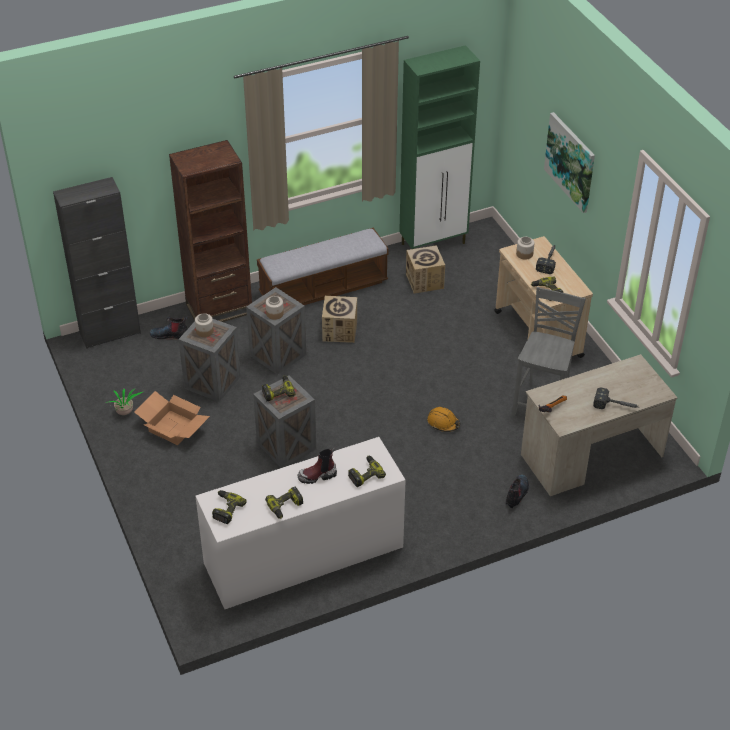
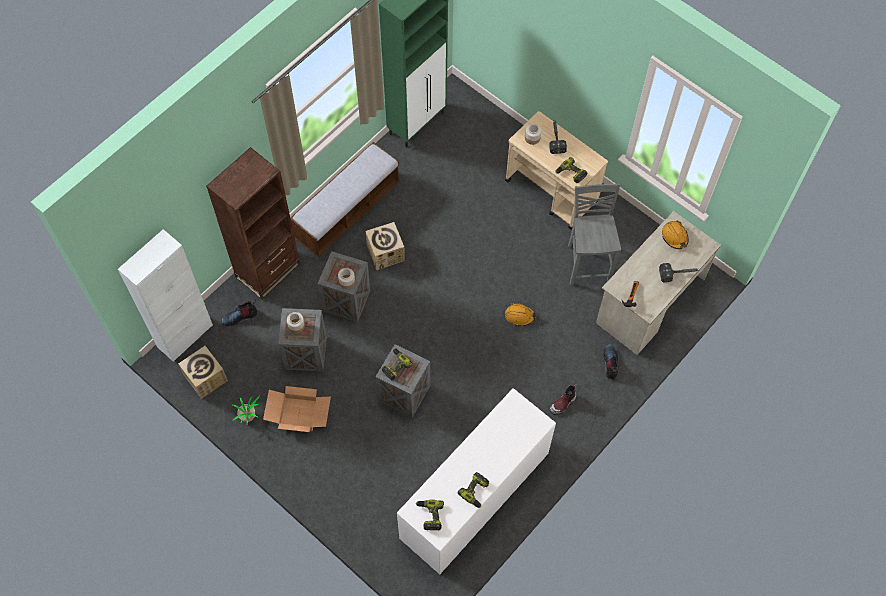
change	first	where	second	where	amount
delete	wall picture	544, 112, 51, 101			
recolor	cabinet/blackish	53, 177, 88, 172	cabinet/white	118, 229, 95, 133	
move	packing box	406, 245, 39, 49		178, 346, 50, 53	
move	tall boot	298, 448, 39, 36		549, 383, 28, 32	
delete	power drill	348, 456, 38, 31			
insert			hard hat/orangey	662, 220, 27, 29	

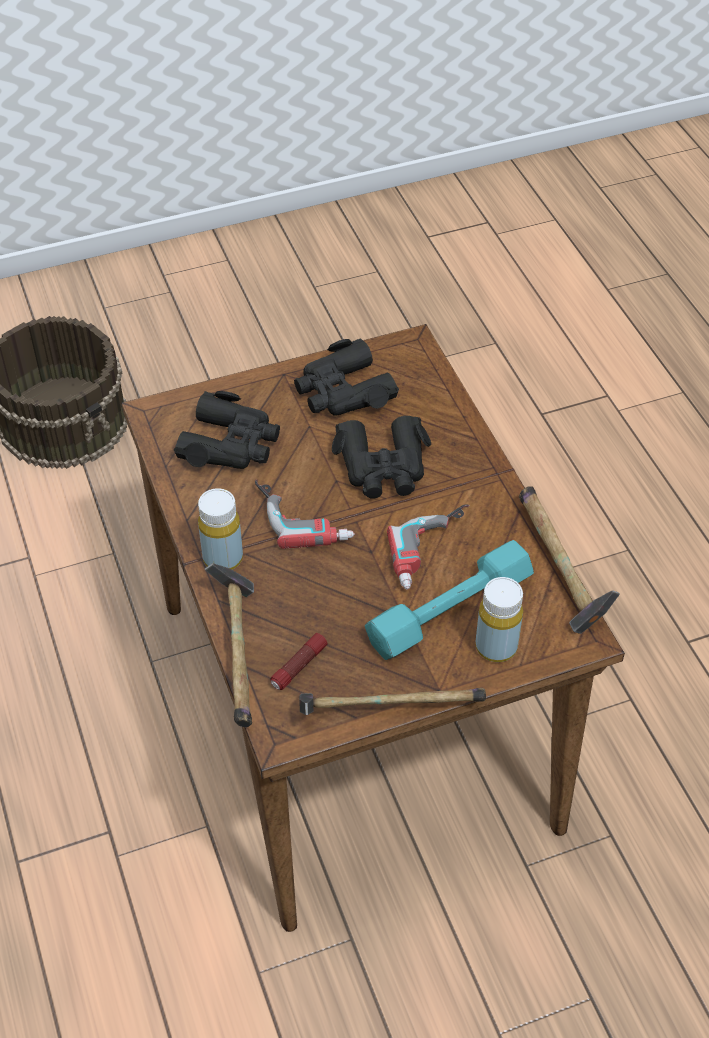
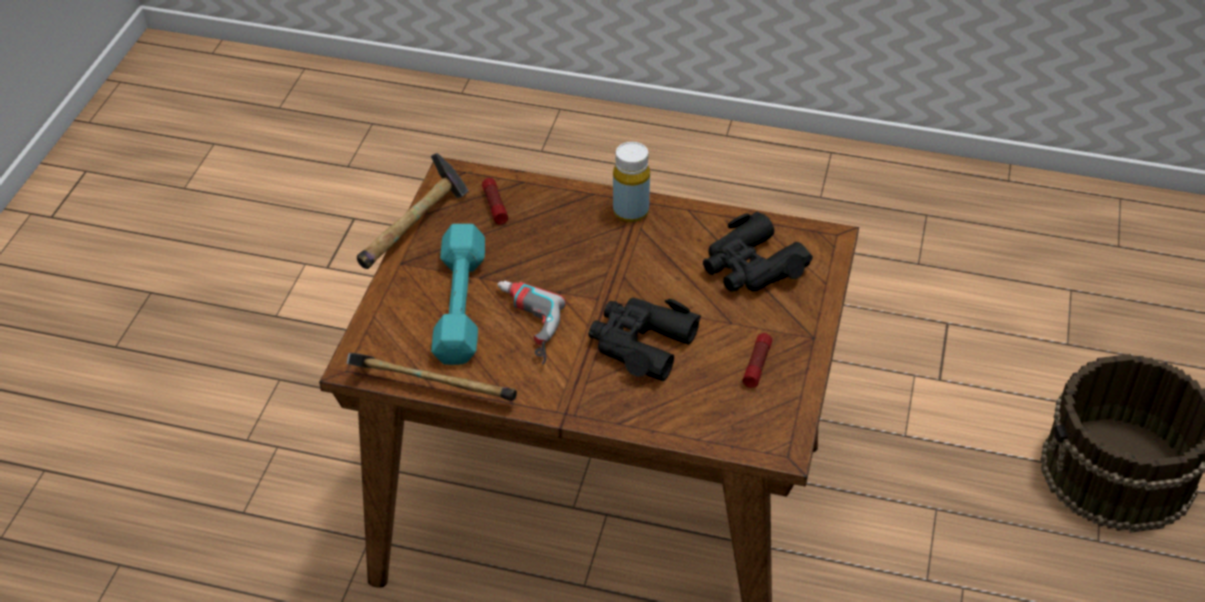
change	first	where	second	where	amount
replace	field glasses/blackish	294, 338, 105, 78	hand torch	742, 333, 30, 55	
delete	power drill	255, 479, 100, 70			
delete	tool hammer	205, 563, 49, 164			
delete	bottle/yellow	475, 577, 48, 85			

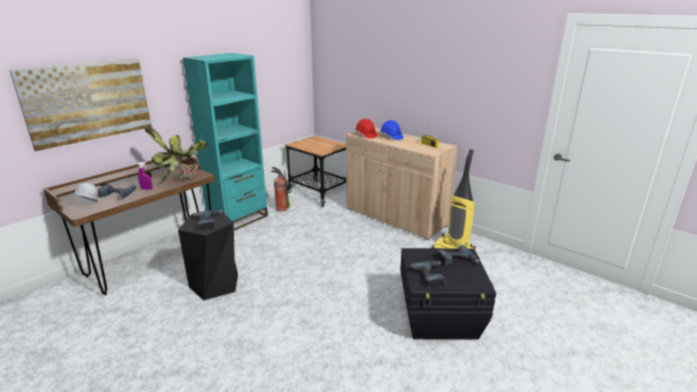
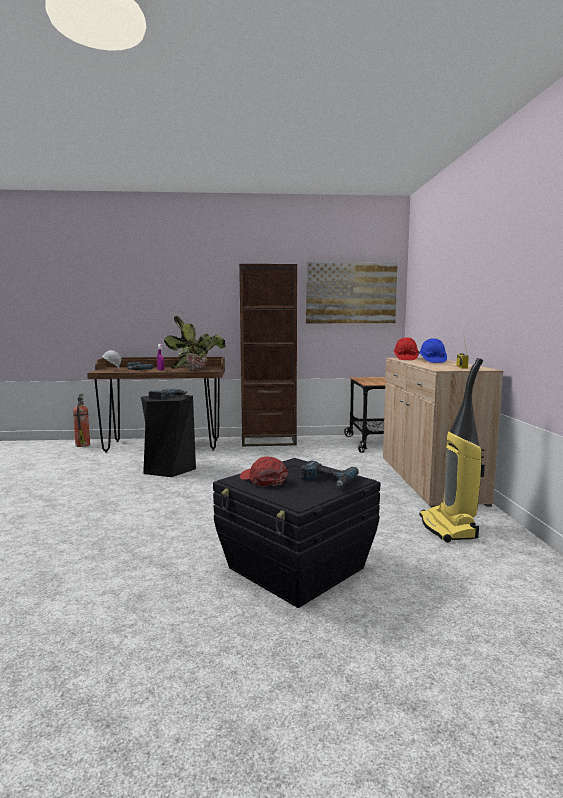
change	first	where	second	where	amount
recolor	bookcase/blue-green	183, 53, 85, 177	bookcase/brownish	239, 264, 58, 182	
move	wall picture	9, 58, 143, 93		306, 262, 92, 61	
move	fire-fighting cylinder	271, 167, 19, 45		73, 394, 17, 53	
replace	power drill	409, 261, 36, 27	baseball cap/reddish	240, 456, 48, 31	

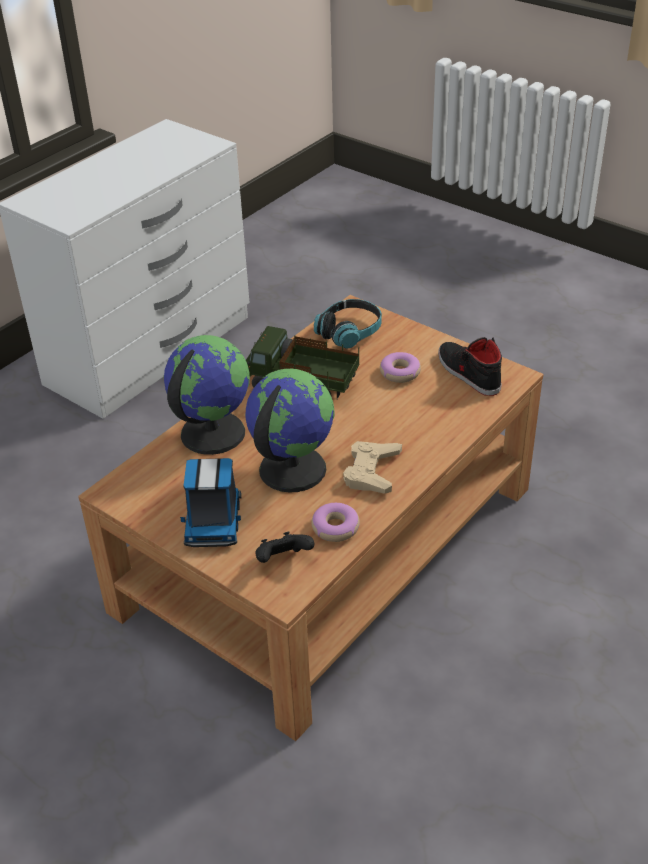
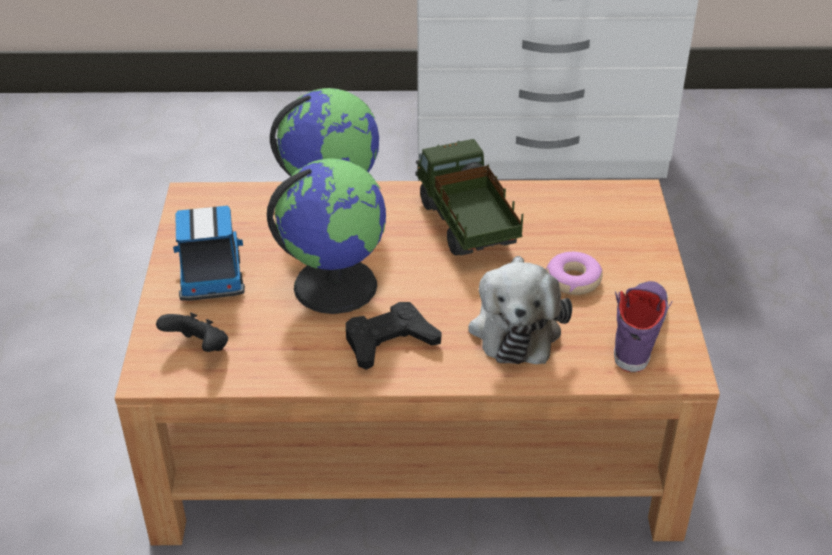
change	first	where	second	where	amount
delete	headphones	314, 299, 68, 50			
recolor	item of footwear/blackish	438, 337, 64, 59	item of footwear/purple-coloured	614, 281, 58, 91	
recolor	gamepad/beige-coloured	343, 441, 59, 53	gamepad/blackish	346, 302, 95, 68	
rotate	toy truck	180, 458, 61, 89		173, 206, 72, 95	120 degrees clockwise
delete	donut	311, 503, 49, 39			
insert			plush toy	468, 256, 104, 108	

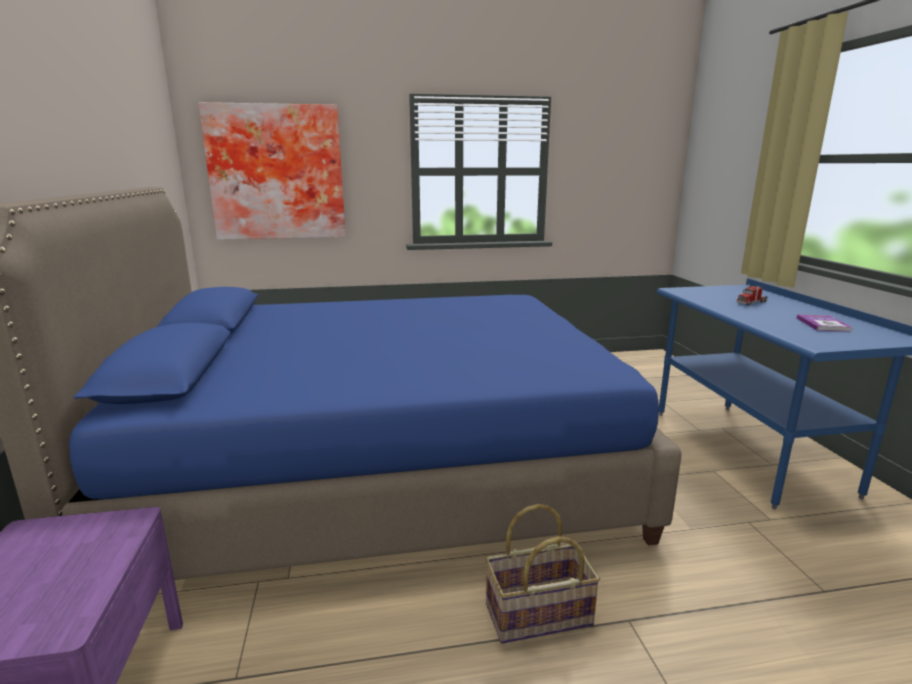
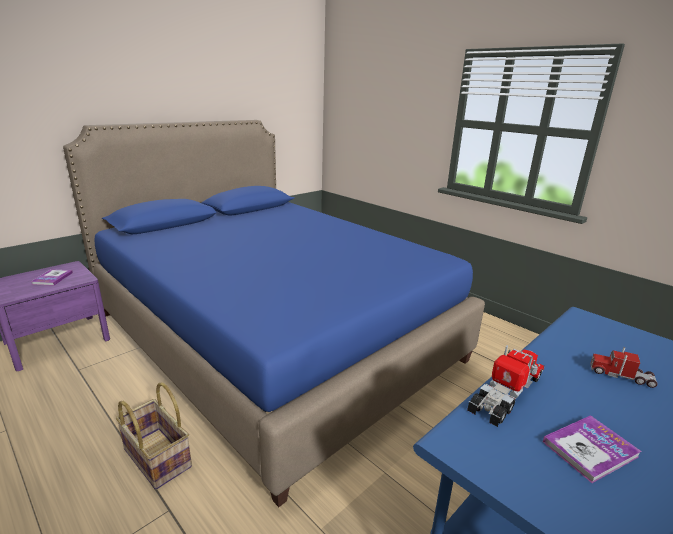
change	first	where	second	where	amount
delete	wall picture	199, 102, 147, 138			
insert			bound book	31, 269, 42, 17	
insert			toy truck	467, 345, 77, 82	

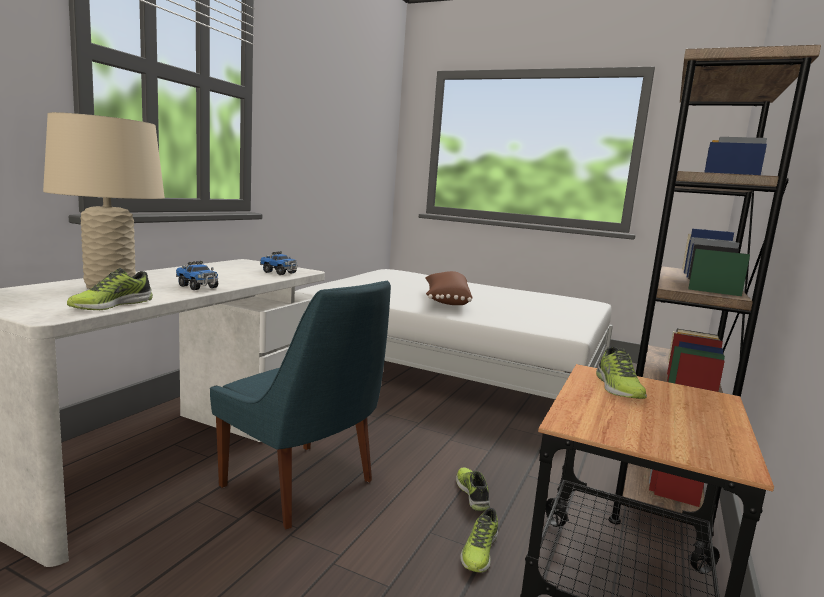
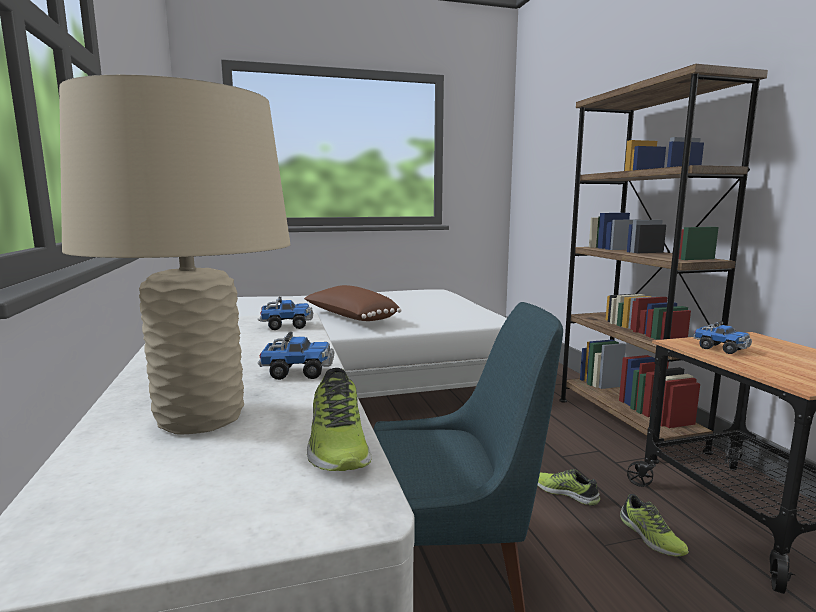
change	first	where	second	where	amount
replace	item of footwear	596, 347, 51, 52	toy truck	693, 321, 59, 33	

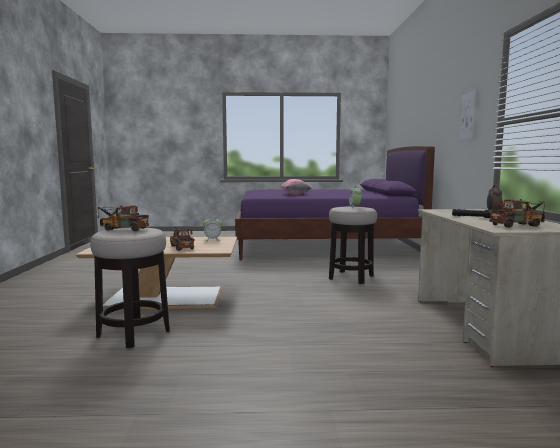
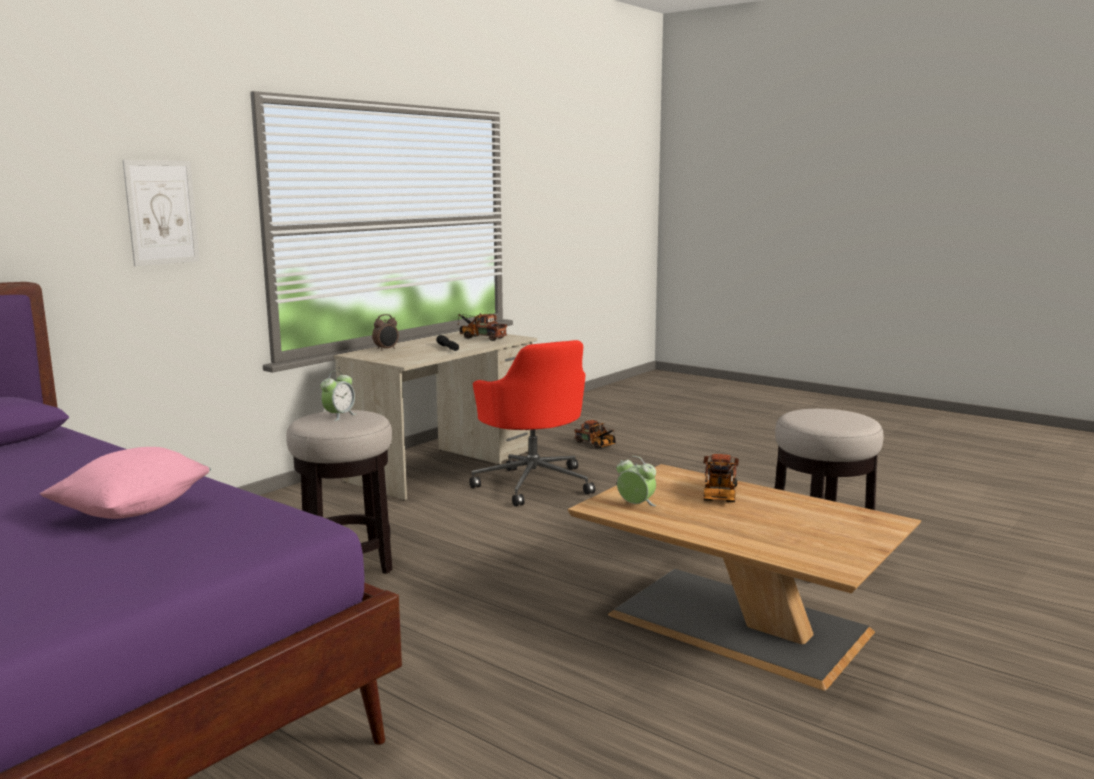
change	first	where	second	where	amount
move	toy truck	97, 205, 52, 26		574, 420, 41, 29	
insert			office chair/reddish	469, 340, 126, 166	

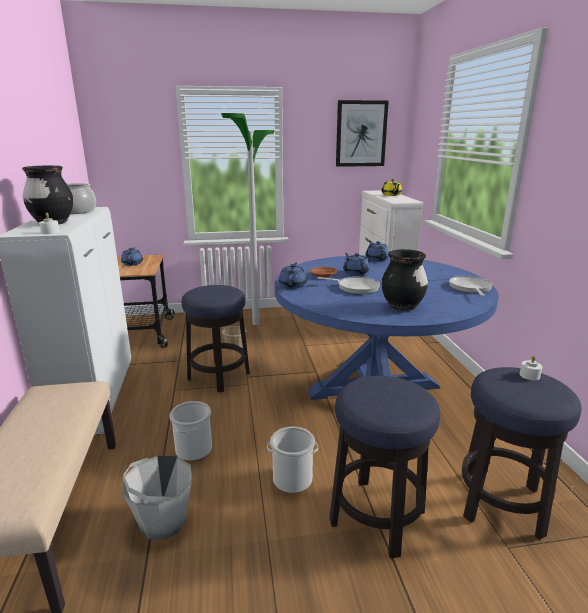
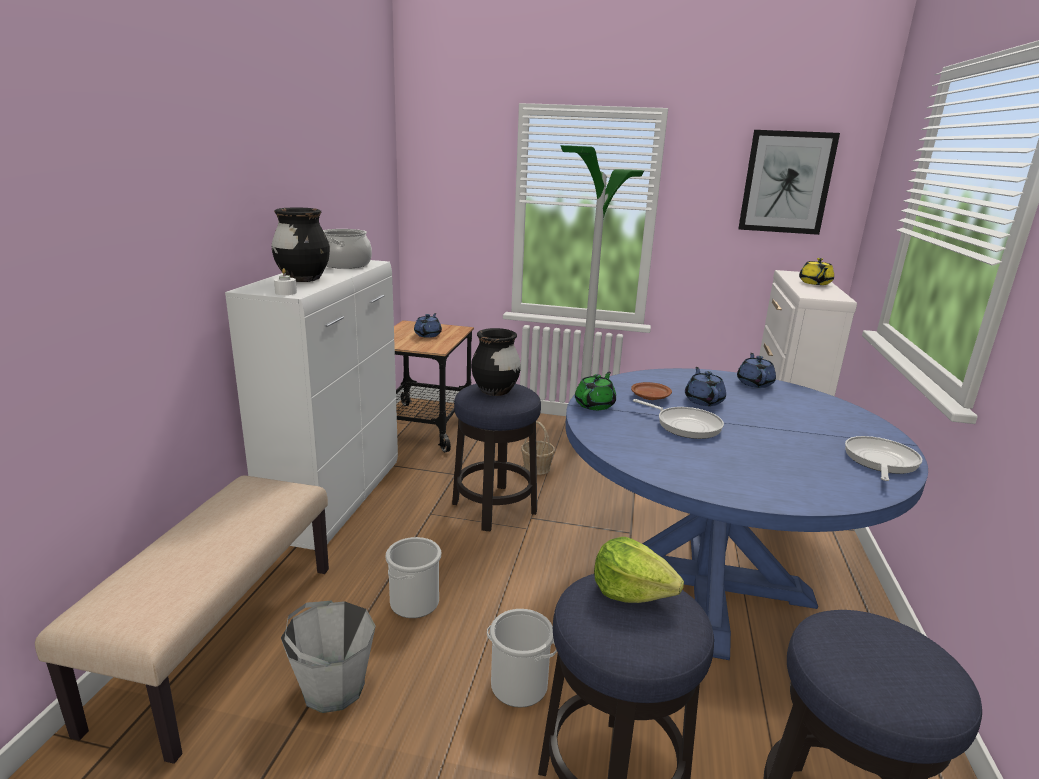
change	first	where	second	where	amount
move	flower vase/blackish	382, 249, 46, 62		471, 328, 50, 68	
recolor	teapot/blue-coloured	279, 263, 28, 26	teapot/green	575, 372, 41, 38	
delete	candle/white	520, 356, 22, 24			
insert			lettuce	594, 537, 90, 66	

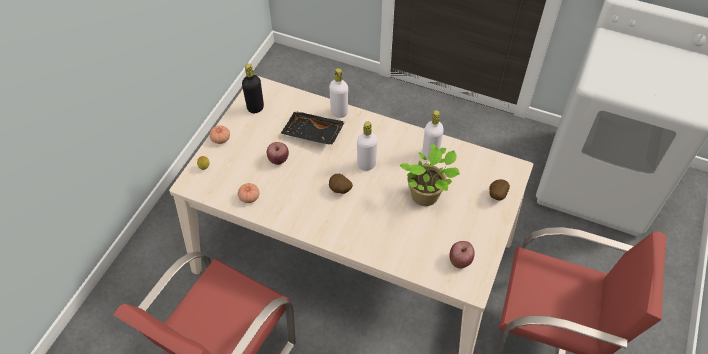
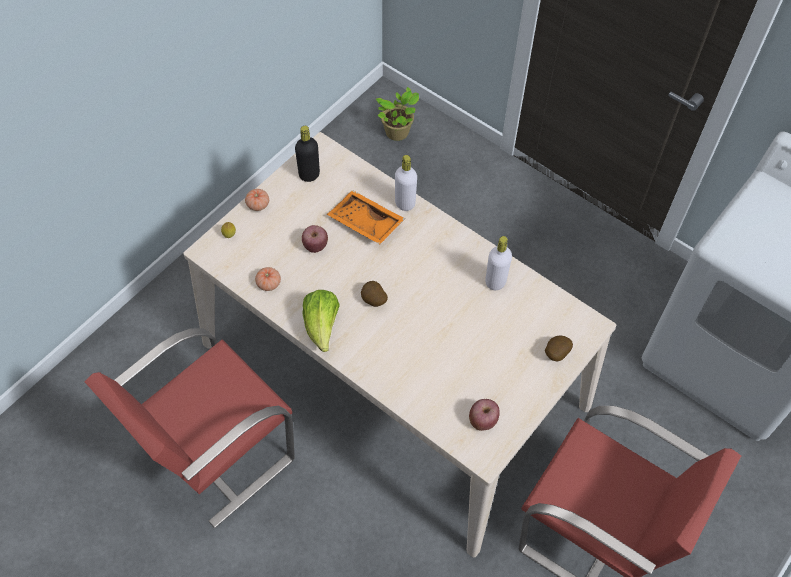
change	first	where	second	where	amount
recolor	serving tray/blackish	281, 111, 64, 34	serving tray/orangey	327, 190, 78, 54	
delete	bottle/white	357, 122, 21, 49			
move	plant in a pot	399, 143, 61, 63		376, 87, 43, 54	
insert			lettuce	302, 290, 38, 62	

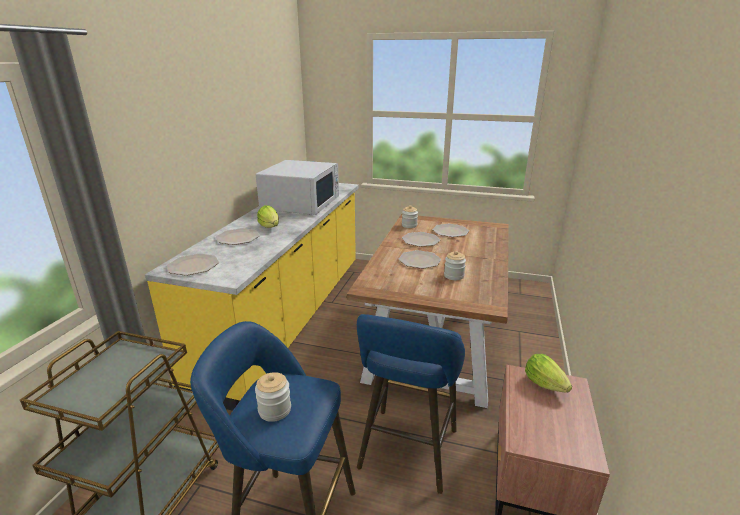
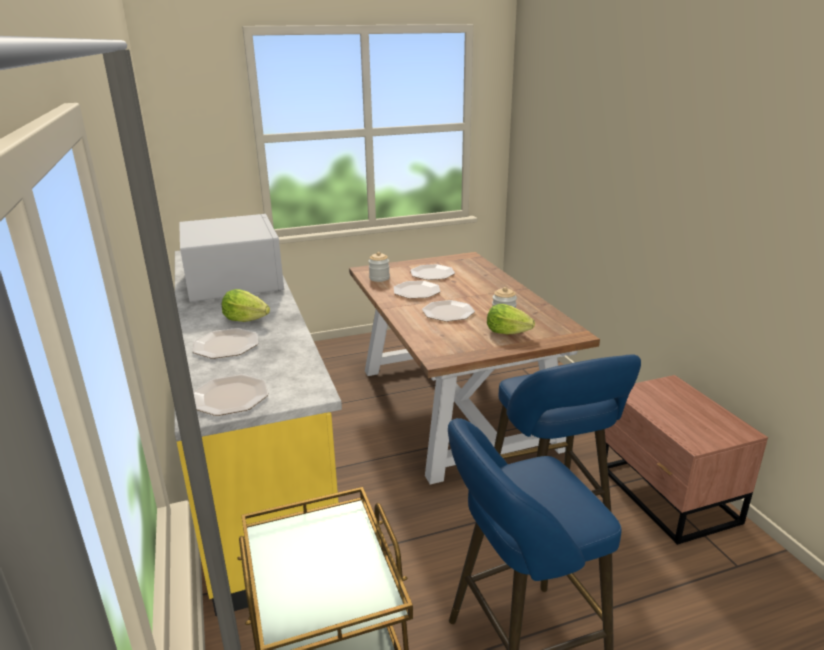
change	first	where	second	where	amount
move	lettuce	525, 354, 47, 39		487, 304, 48, 31	
delete	preserve jar	255, 372, 36, 50			

